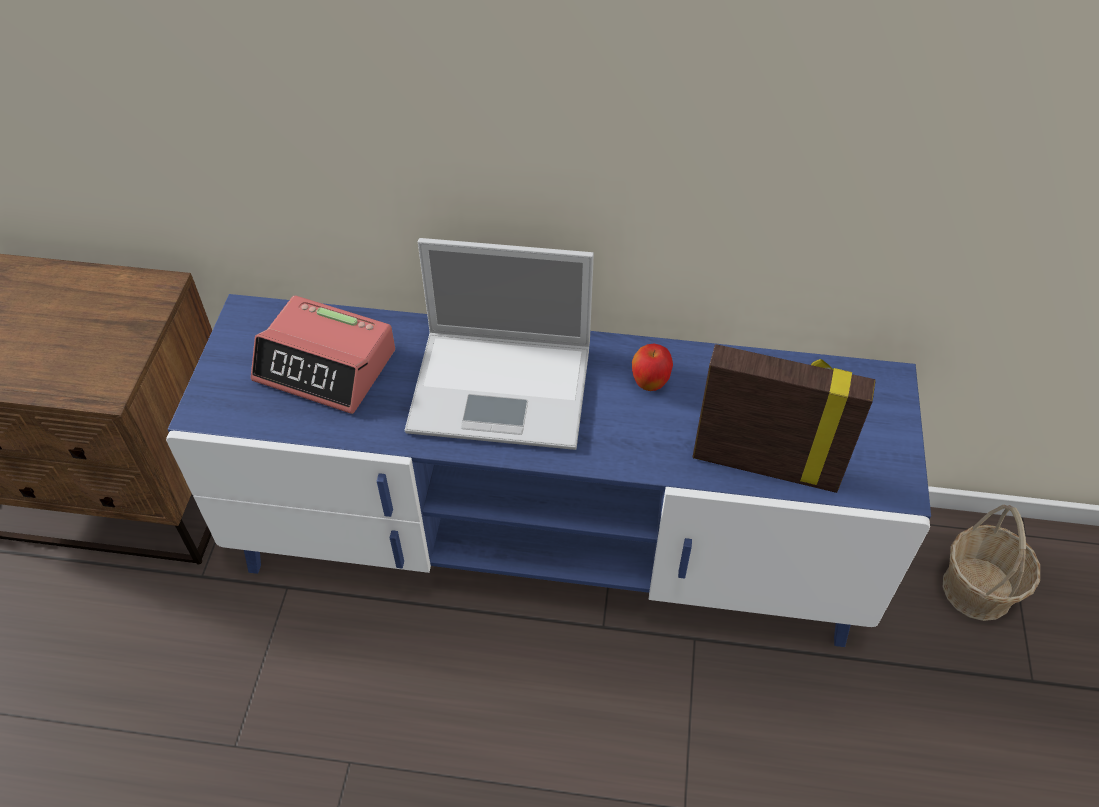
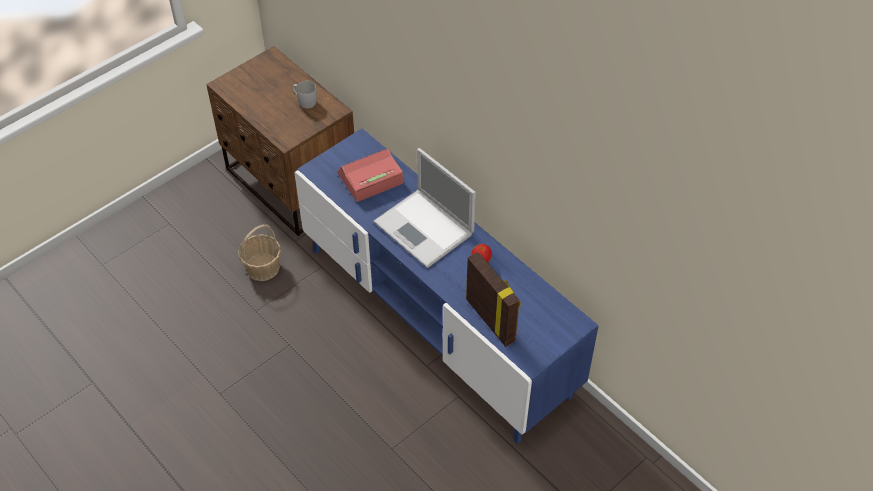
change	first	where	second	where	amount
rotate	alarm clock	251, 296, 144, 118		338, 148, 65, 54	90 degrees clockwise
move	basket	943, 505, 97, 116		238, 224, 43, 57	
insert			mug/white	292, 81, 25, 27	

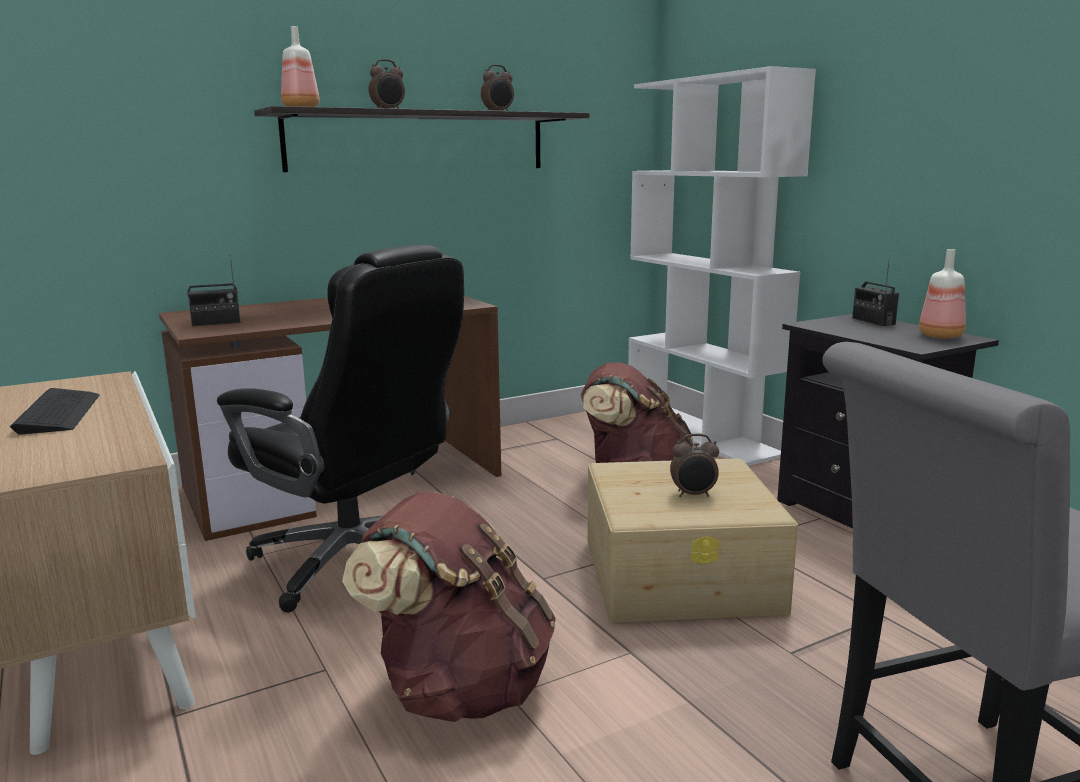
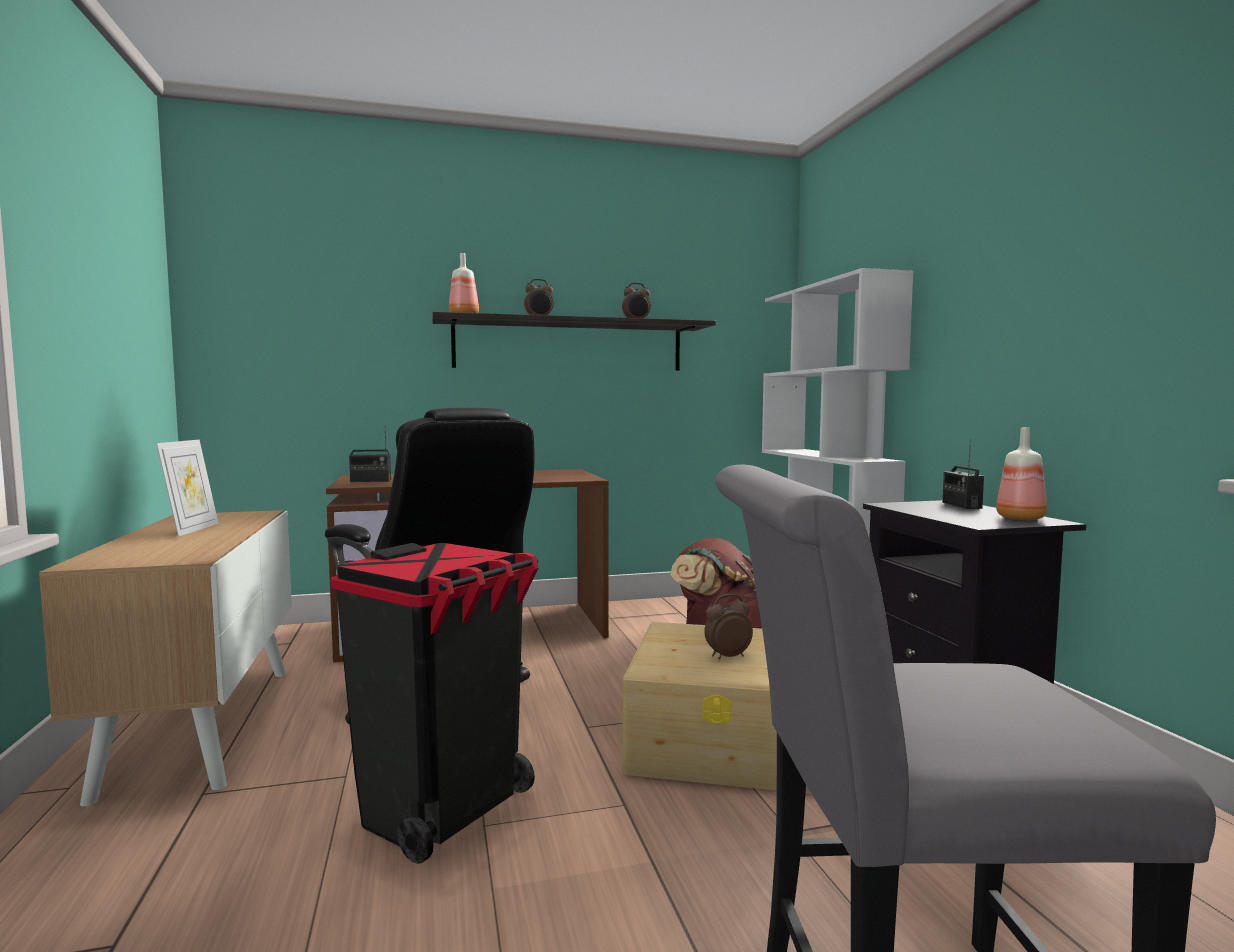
change	first	where	second	where	amount
replace	computer keyboard	10, 388, 90, 47	photo frame	156, 440, 63, 96	
rotate	alarm clock	670, 434, 49, 63		704, 594, 49, 65	150 degrees clockwise
replace	rucksack/brownish	342, 492, 214, 230	trash can/blackish	331, 543, 208, 321	

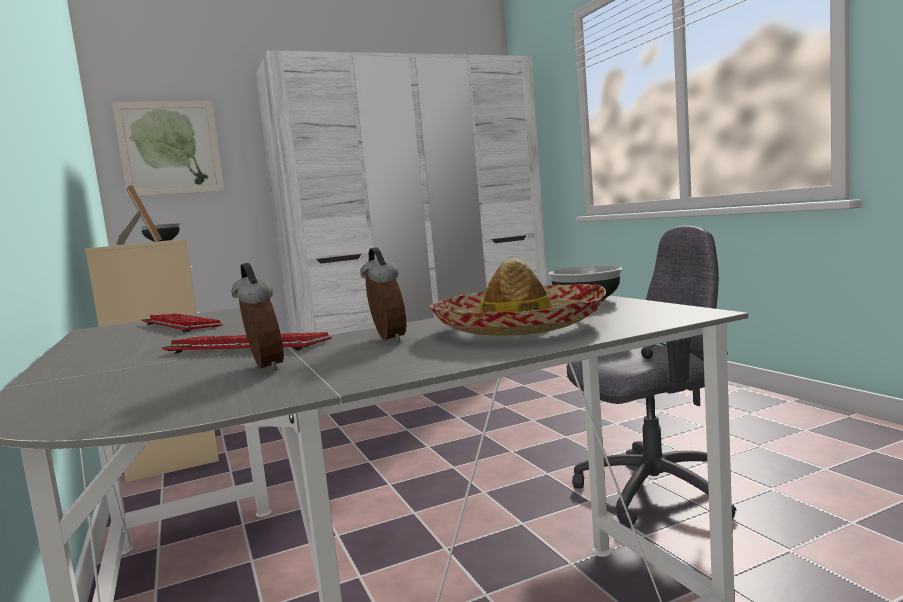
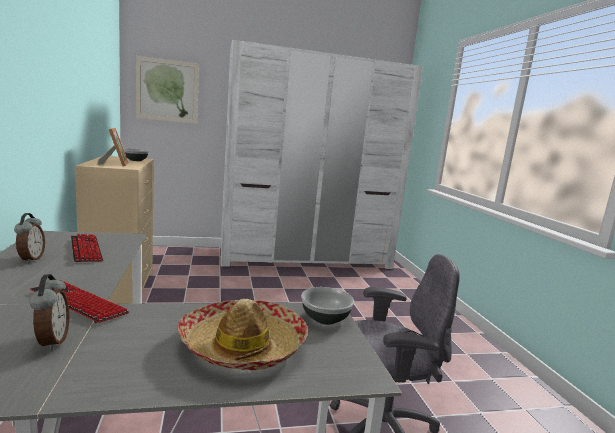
change	first	where	second	where	amount
move	alarm clock	360, 247, 46, 95		14, 213, 31, 50	

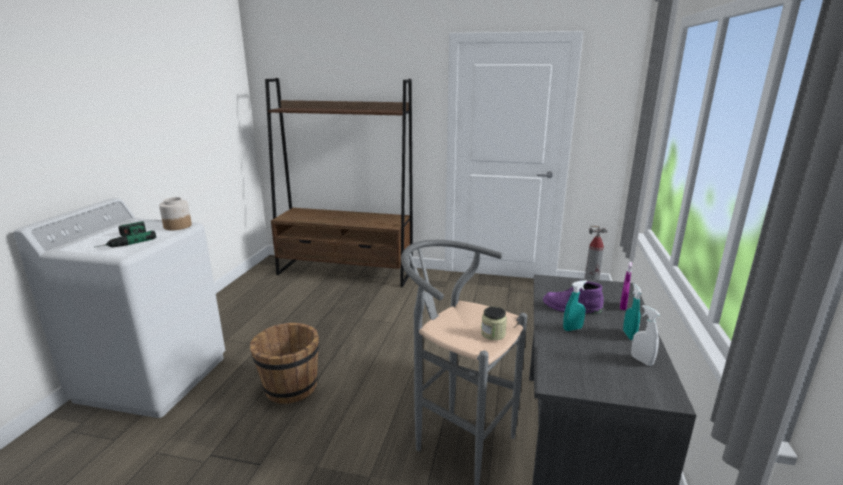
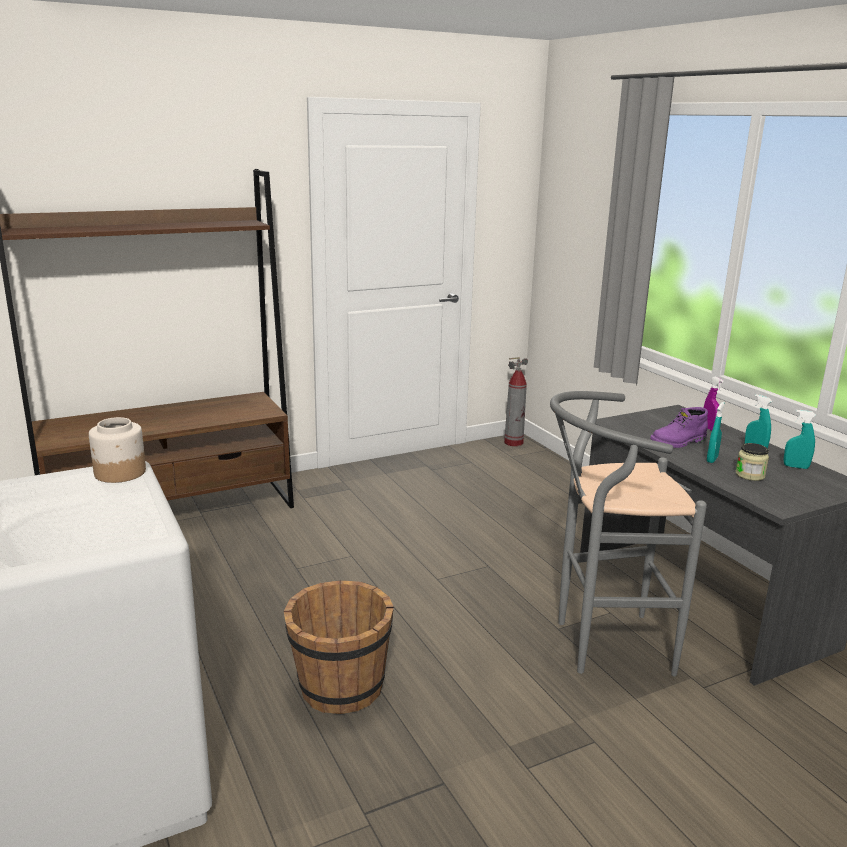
change	first	where	second	where	amount
delete	power drill	94, 221, 62, 27			
recolor	sprayer/white	631, 305, 29, 61	sprayer/blue-green	784, 410, 32, 59	
move	preserve jar	481, 306, 26, 34		735, 443, 34, 38	

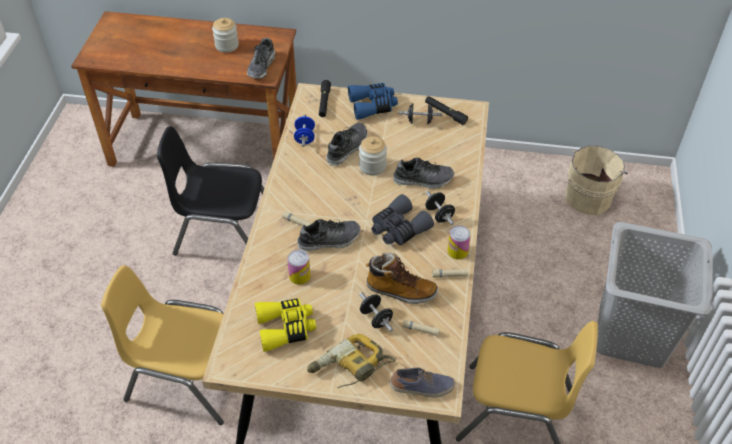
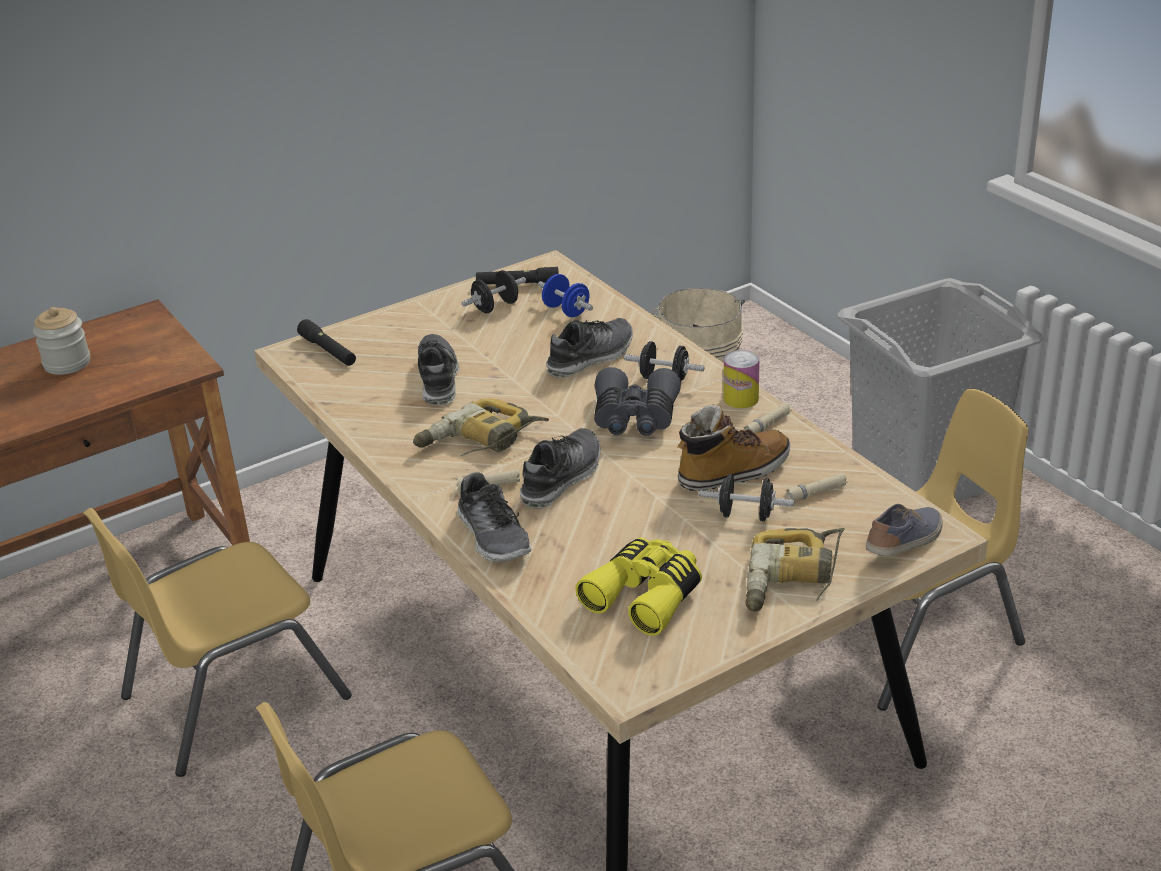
change	first	where	second	where	amount
move	item of footwear	247, 38, 28, 41		457, 472, 75, 90	
delete	field glasses/blue-coloured	348, 83, 50, 37			
move	free weight/blue-coloured	294, 114, 21, 33		538, 274, 55, 43	
recolor	upright chair/blackish	157, 126, 107, 130	upright chair/yellow	83, 508, 268, 269	
delete	preserve jar	359, 136, 28, 40			
delete	metal can	287, 250, 23, 34			
insert			power drill	413, 399, 136, 57	

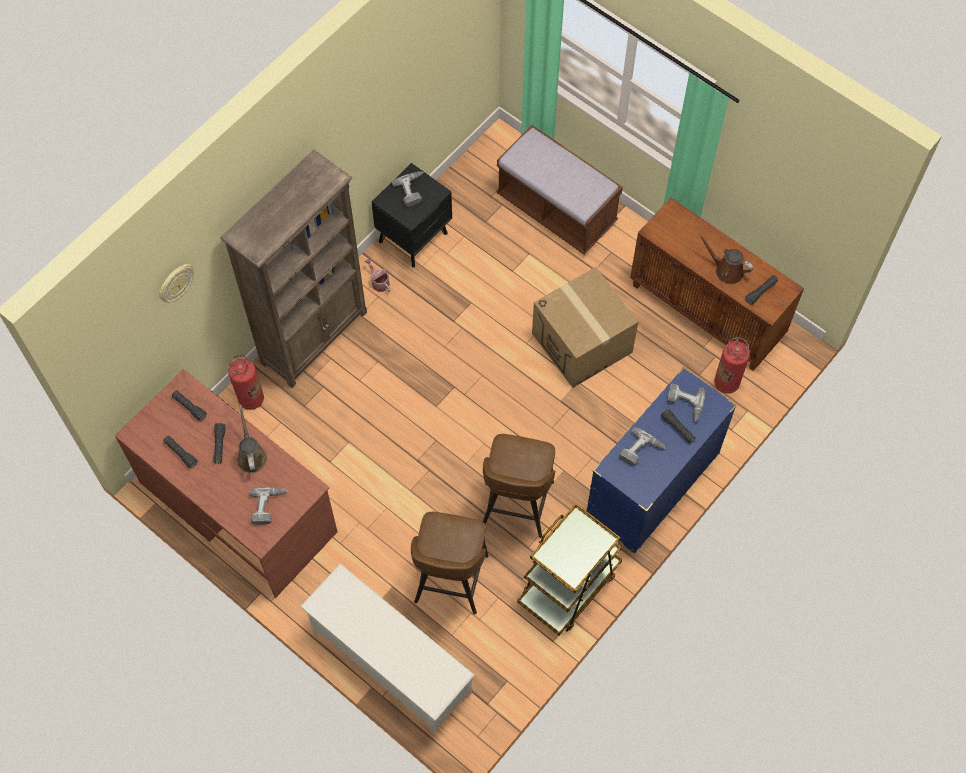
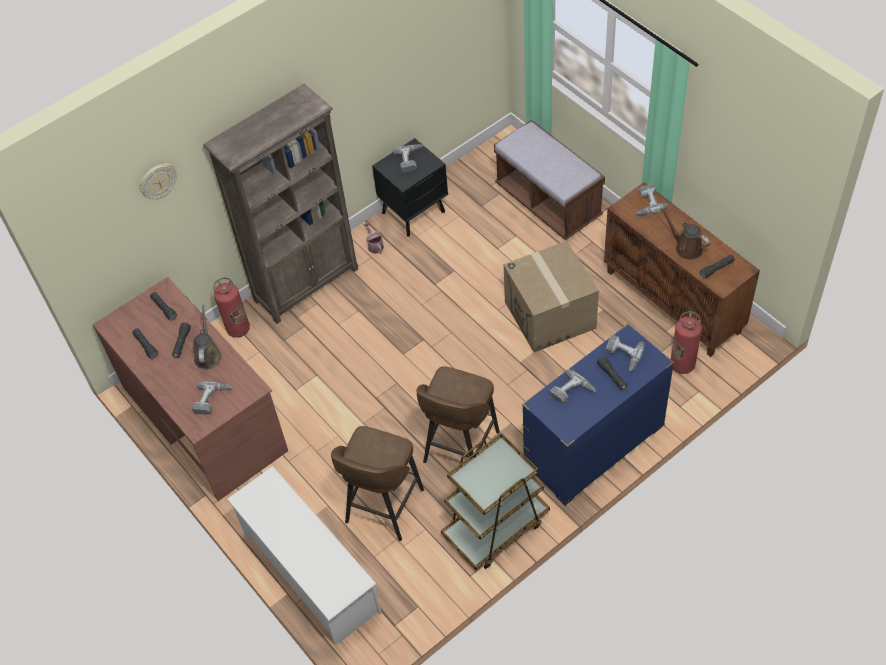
change	first	where	second	where	amount
insert			power drill	636, 184, 32, 31	

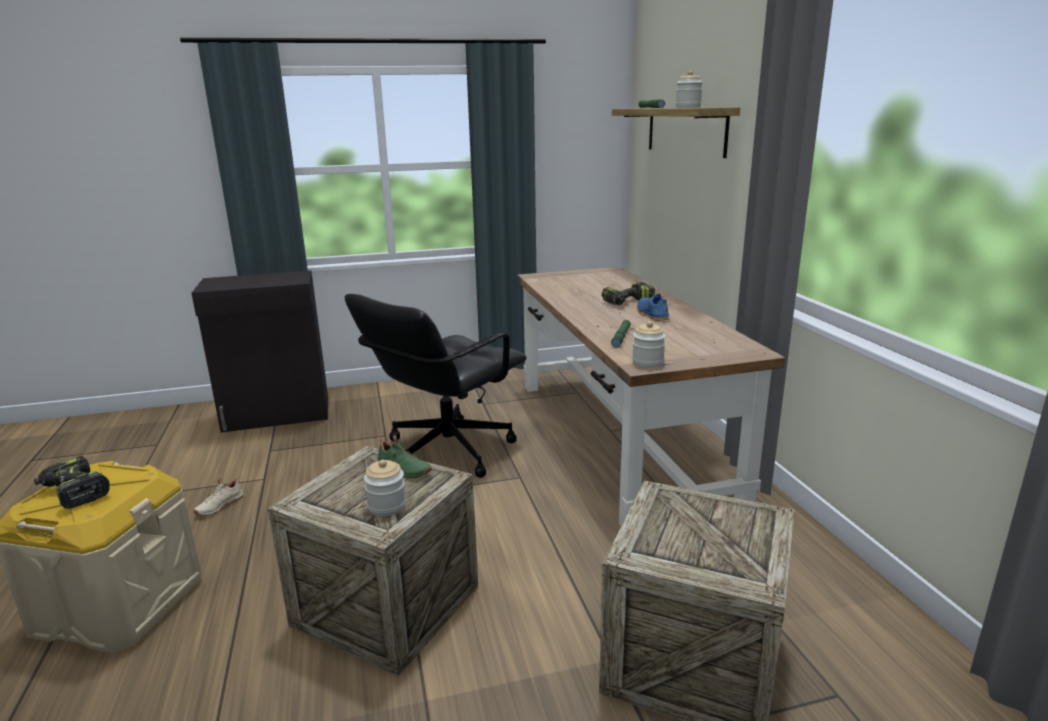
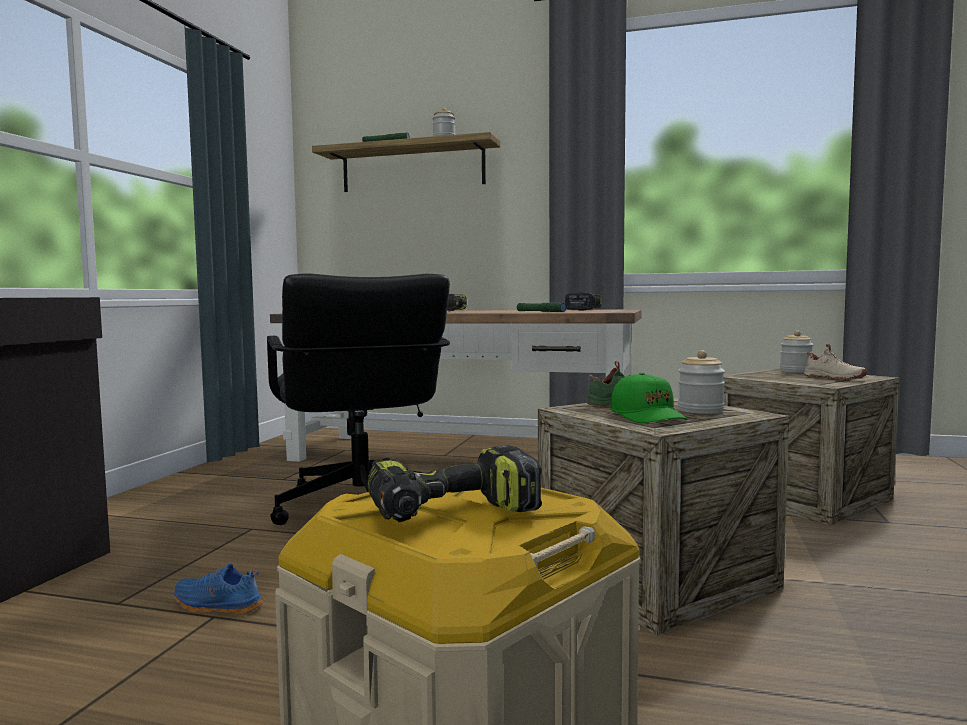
change	first	where	second	where	amount
move	item of footwear/blue-coloured	637, 293, 33, 28		174, 563, 89, 52	
move	preserve jar	632, 321, 34, 47		780, 331, 34, 42	
move	item of footwear/beige-coloured	194, 477, 49, 39		804, 344, 63, 36	
insert			power drill	565, 292, 37, 18	
insert			baseball cap/green	610, 373, 77, 50	

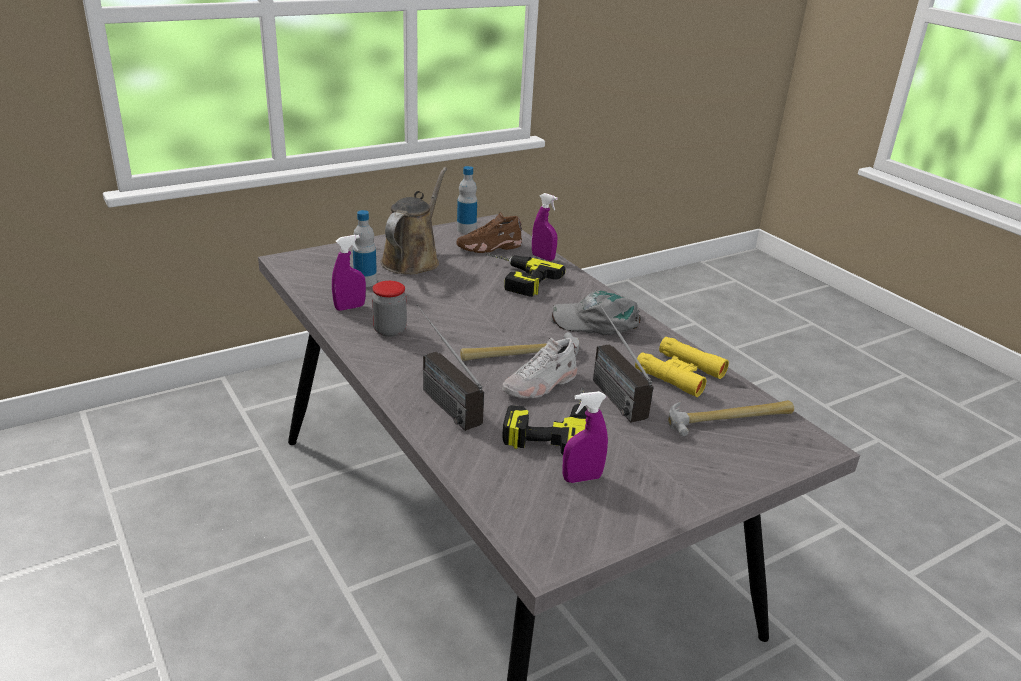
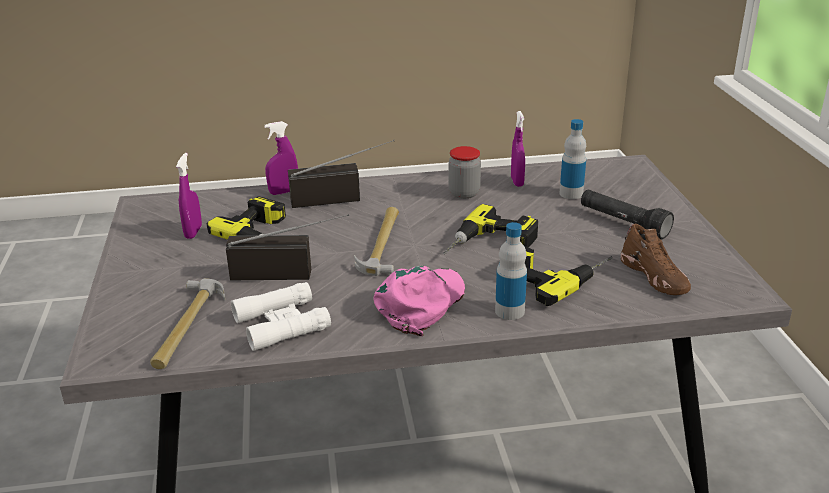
change	first	where	second	where	amount
move	bottle	457, 166, 20, 68		495, 222, 32, 98	
replace	watering can/brownish	380, 167, 67, 107	hand torch/blackish	581, 189, 93, 51	
move	sprayer/purple-coloured	532, 193, 26, 68		264, 121, 34, 74	
rotate	item of footwear/brownish	456, 212, 66, 41		621, 224, 70, 71	150 degrees clockwise
recolor	baseball cap/gray	551, 290, 90, 45	baseball cap/pink	373, 266, 92, 70	
delete	item of footwear/white	502, 337, 75, 61			
recolor	field glasses/yellow	635, 337, 94, 60	field glasses/white	231, 282, 100, 69	
insert			power drill	443, 204, 95, 51	

